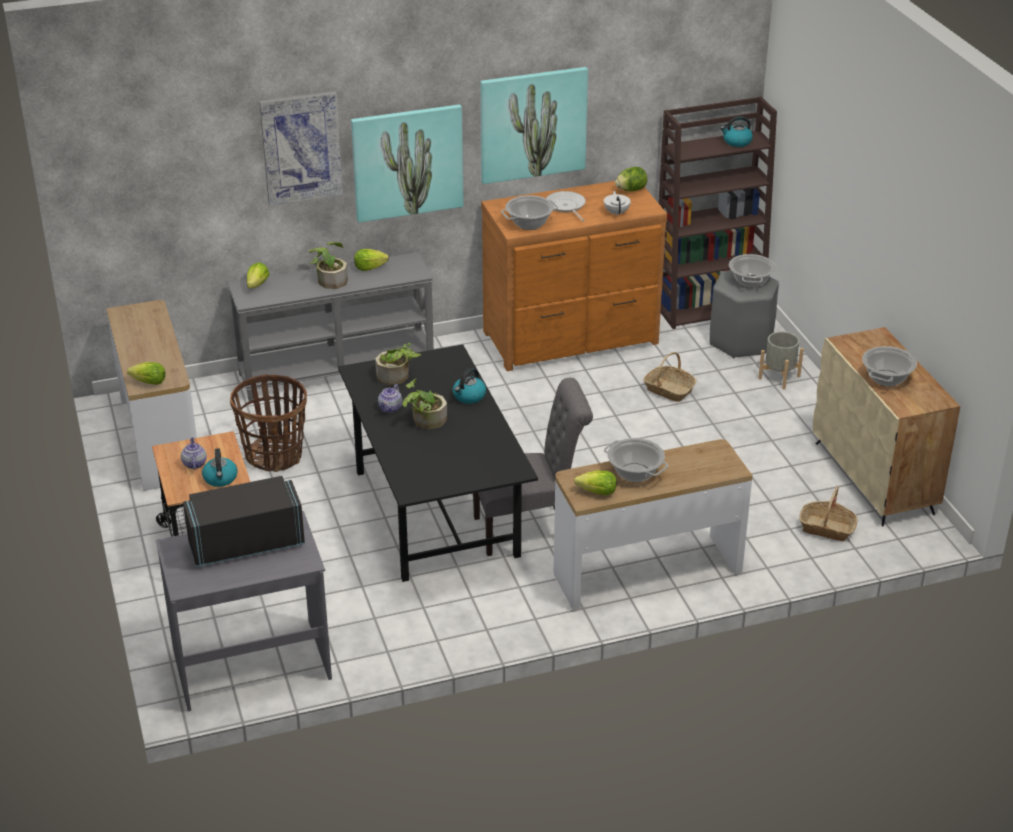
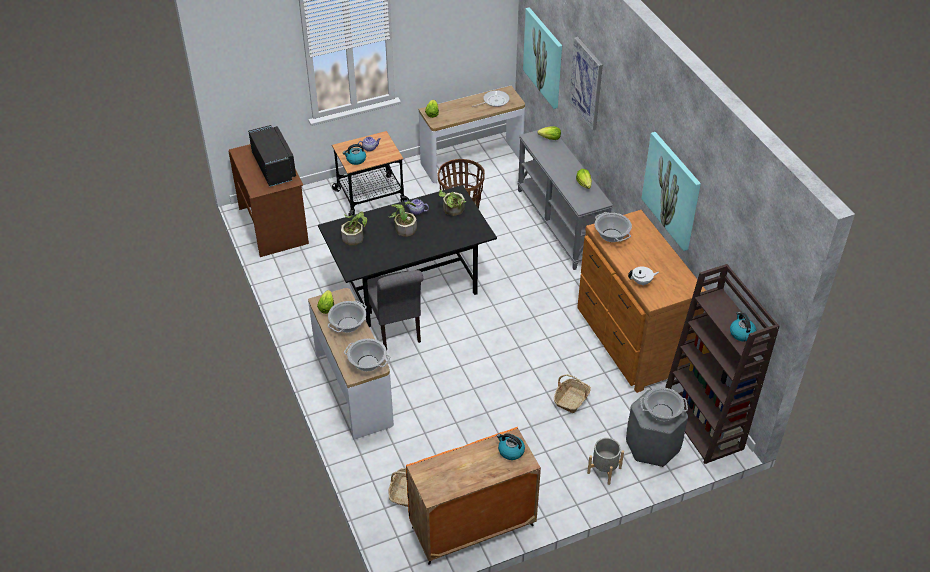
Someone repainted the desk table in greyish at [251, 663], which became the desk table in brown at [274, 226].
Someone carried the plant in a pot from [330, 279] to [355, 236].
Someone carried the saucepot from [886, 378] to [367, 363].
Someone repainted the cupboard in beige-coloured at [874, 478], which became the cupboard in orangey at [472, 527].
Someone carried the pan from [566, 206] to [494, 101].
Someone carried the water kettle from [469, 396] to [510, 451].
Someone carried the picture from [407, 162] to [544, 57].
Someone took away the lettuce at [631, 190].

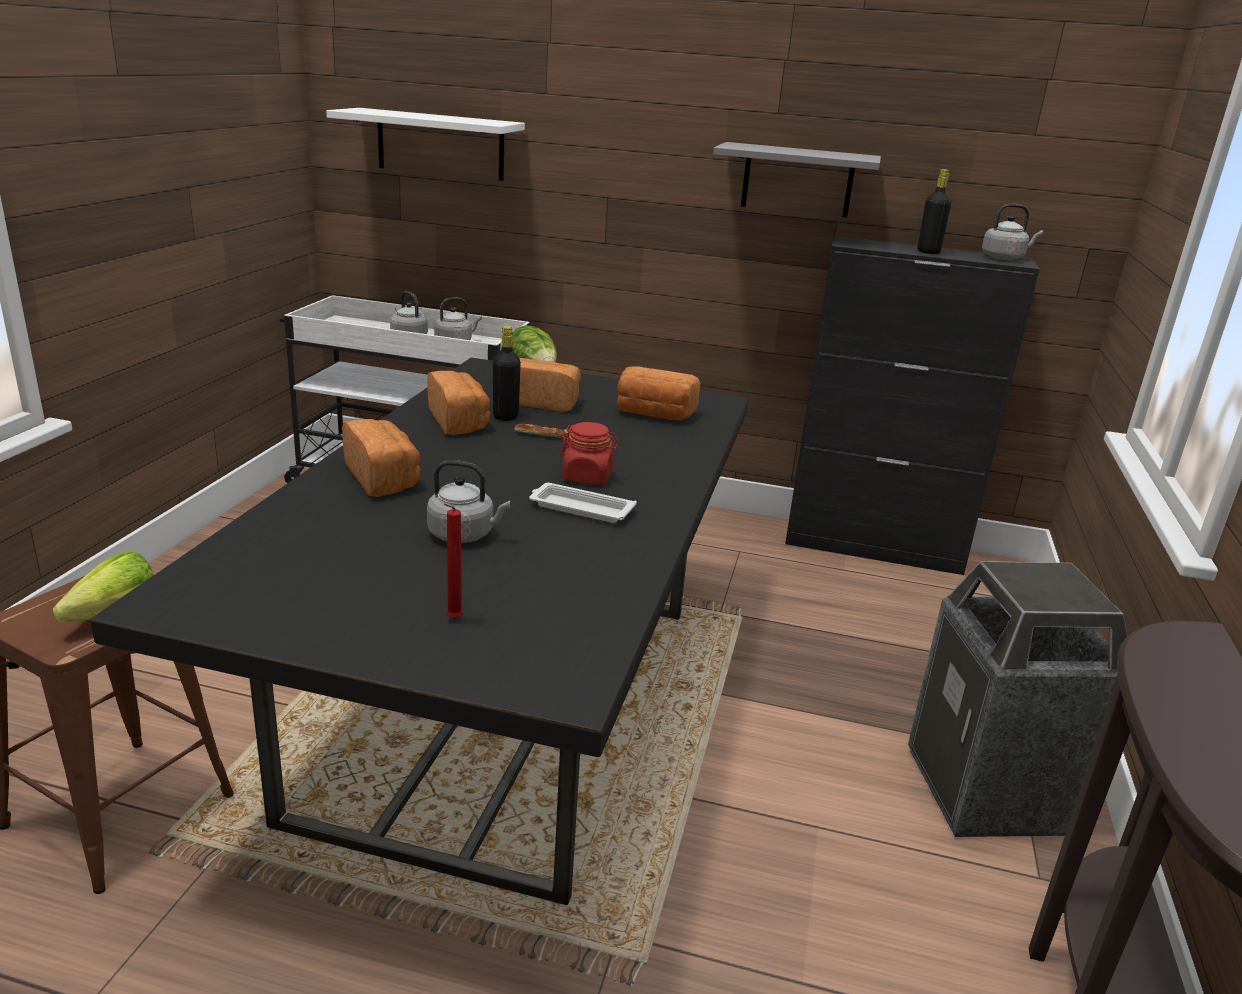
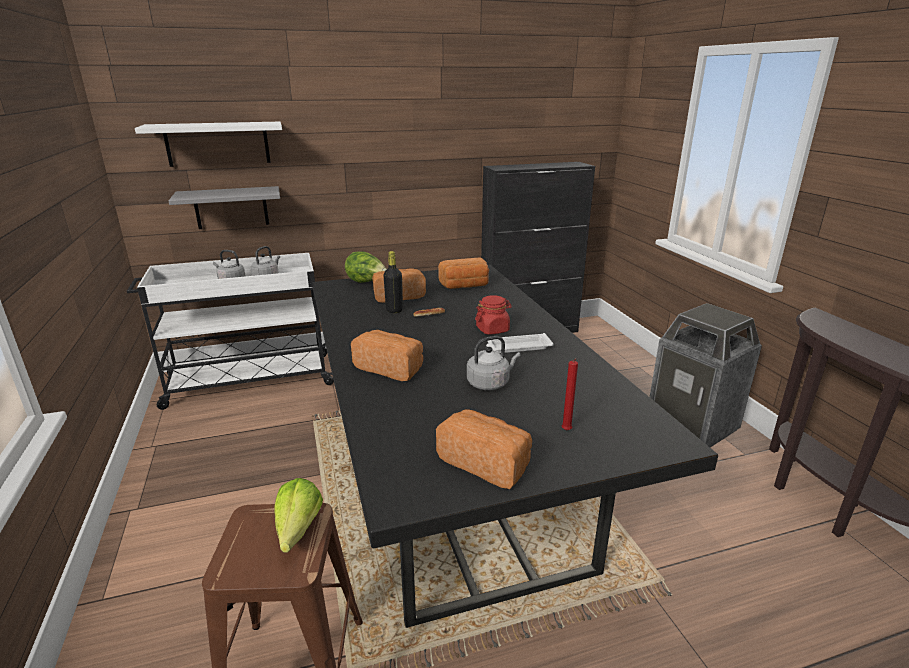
Someone carried the bracket shelf in greyish from [797, 180] to [231, 207].
Someone carried the baked bread from [459, 421] to [486, 463].
Someone took away the drink bottle in black at [928, 252].
Someone took away the water kettle in greyish at [1004, 258].

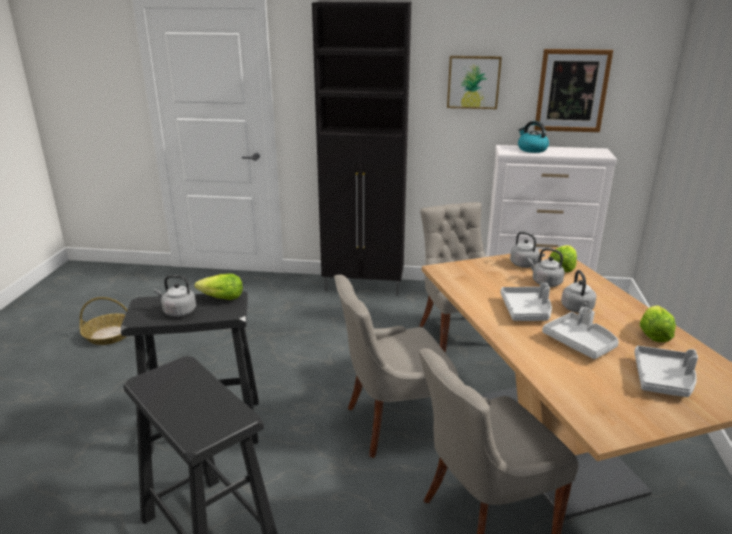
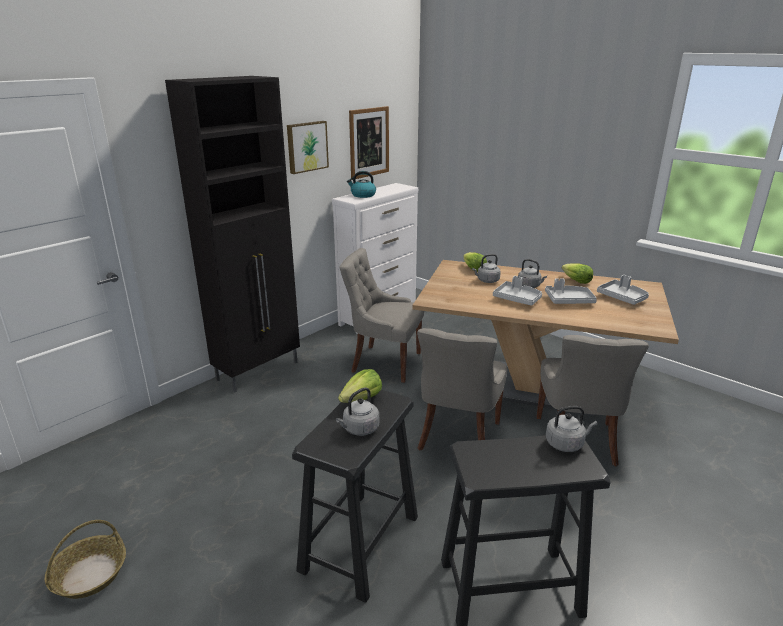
Someone carried the water kettle in greyish from [525, 265] to [566, 444].

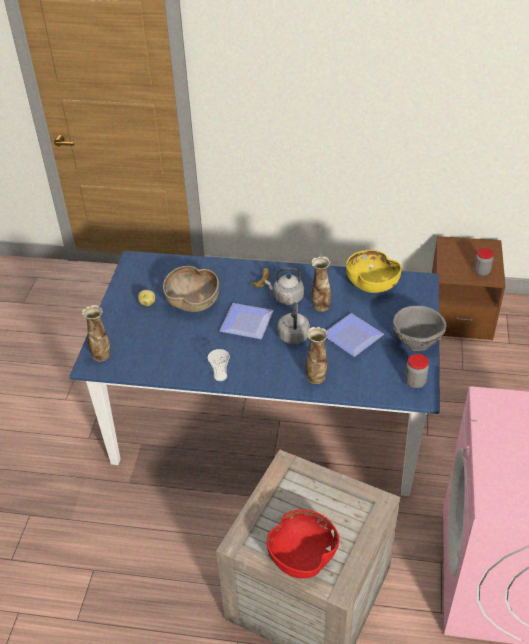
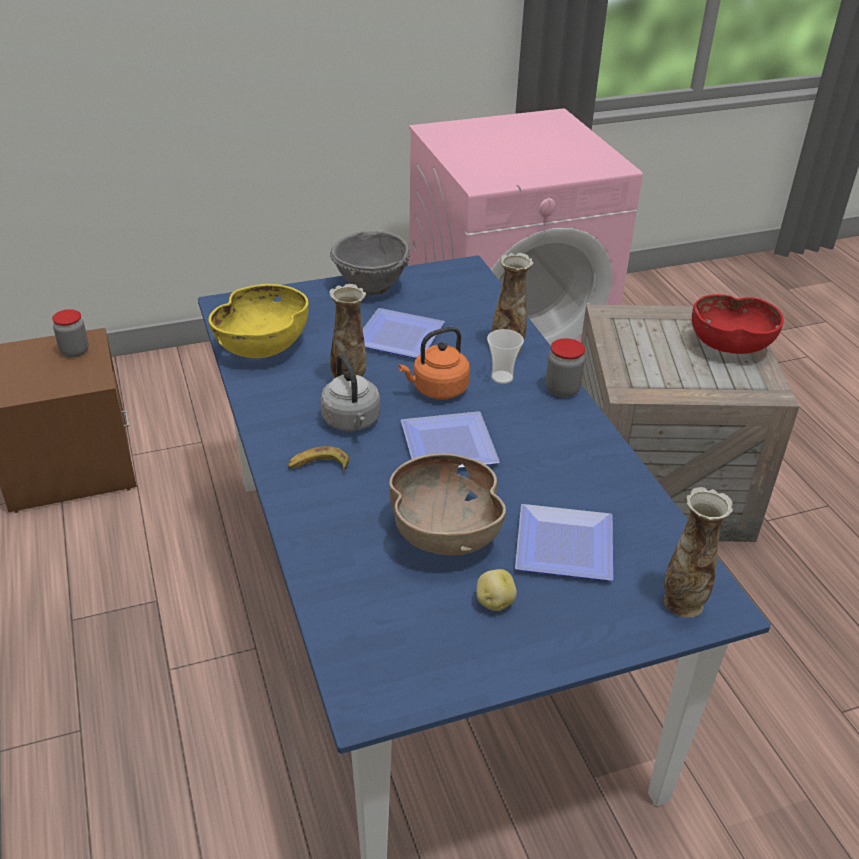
Someone repainted the water kettle in greyish at [293, 334], which became the water kettle in orangey at [437, 389].
Someone carried the cup from [220, 376] to [502, 377].
Someone put down the flat dish at [561, 543].
Someone carried the preserve jar from [415, 382] to [562, 389].

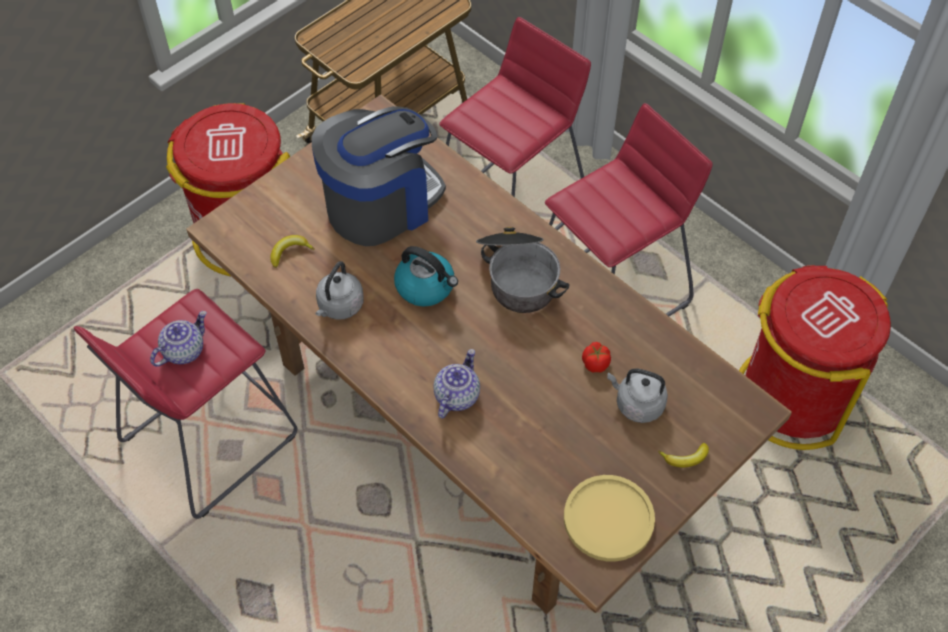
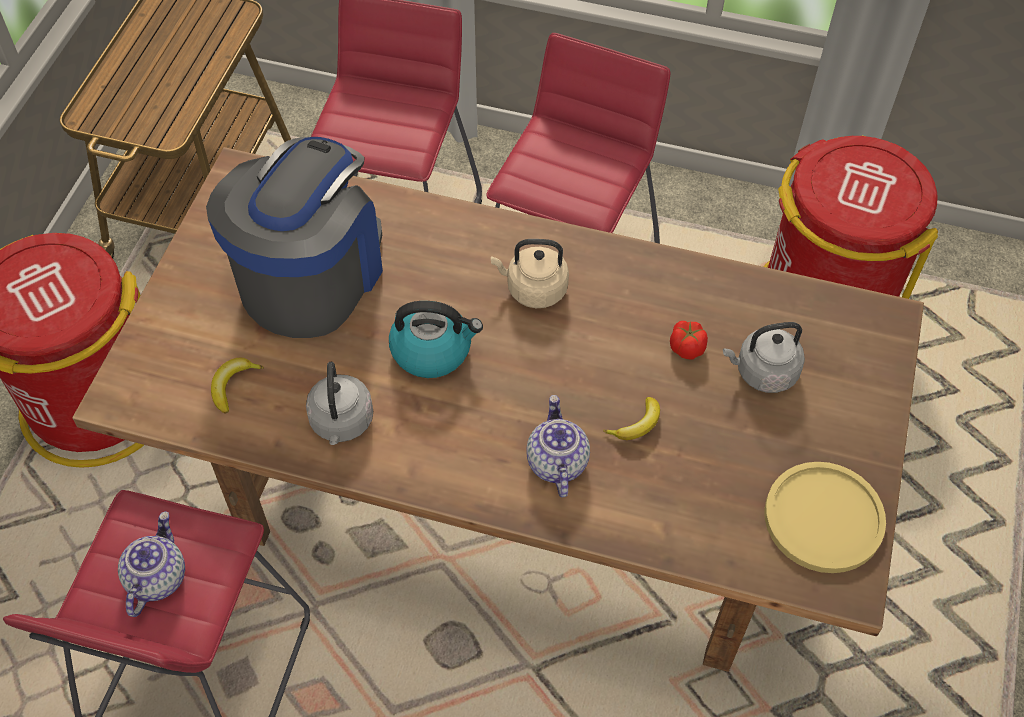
Someone swapped the saucepot at [518, 277] for the water kettle in beige-coloured at [533, 289].
Someone carried the banana fruit from [685, 458] to [637, 425].

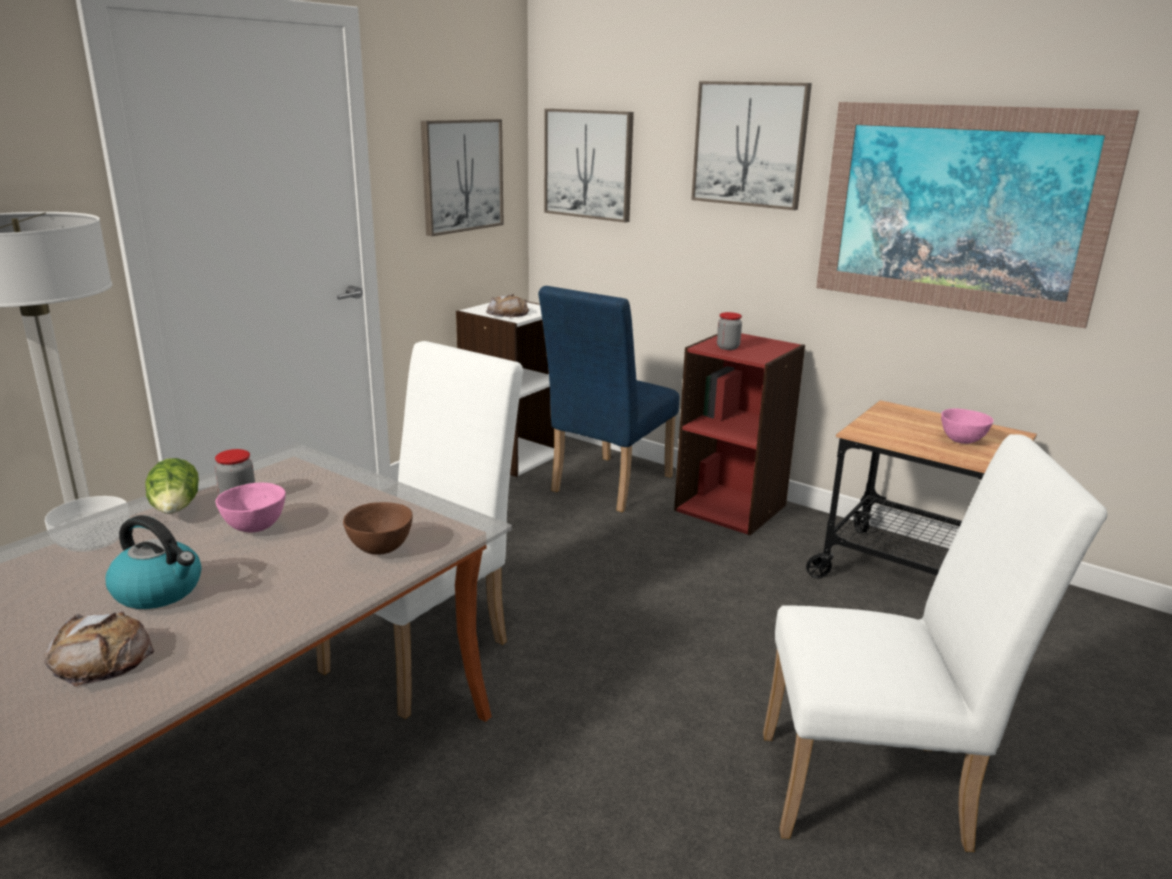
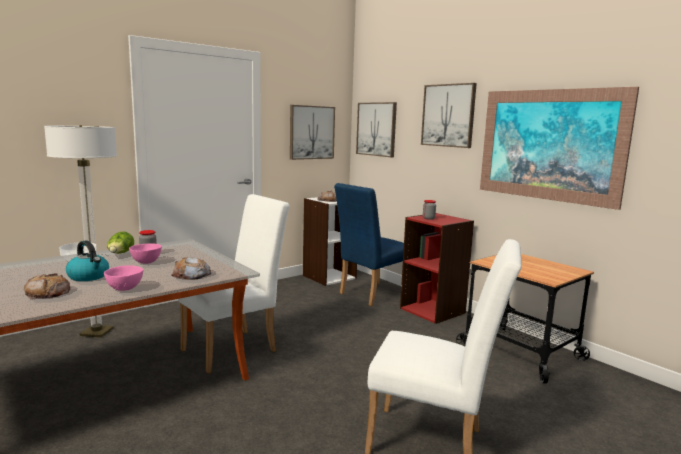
Someone carried the serving bowl in pink from [963, 441] to [125, 289].
Someone swapped the serving bowl in brown at [380, 549] for the baked bread at [191, 274].

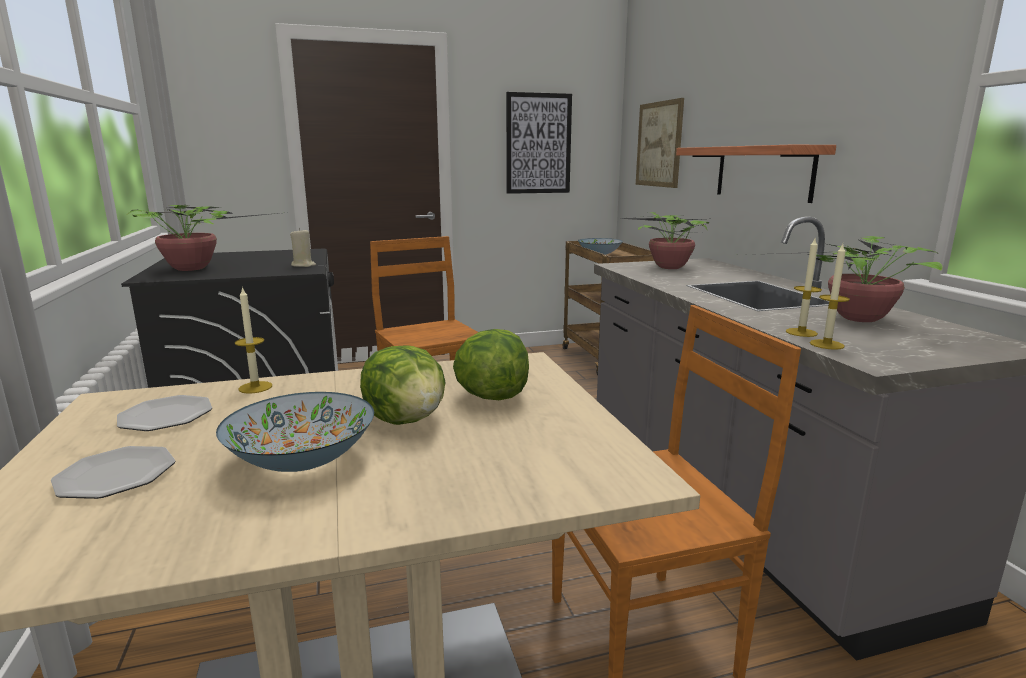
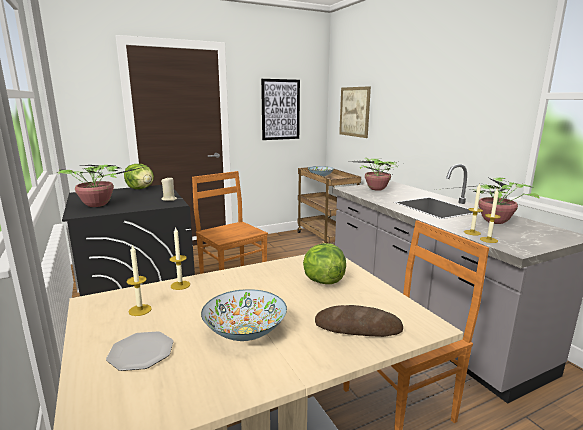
Someone carried the lettuce from [407, 419] to [141, 188].
Someone swapped the flat dish at [166, 416] for the wax candle at [140, 310].
Someone put down the baked bread at [358, 327].
Someone took away the bracket shelf at [763, 172].

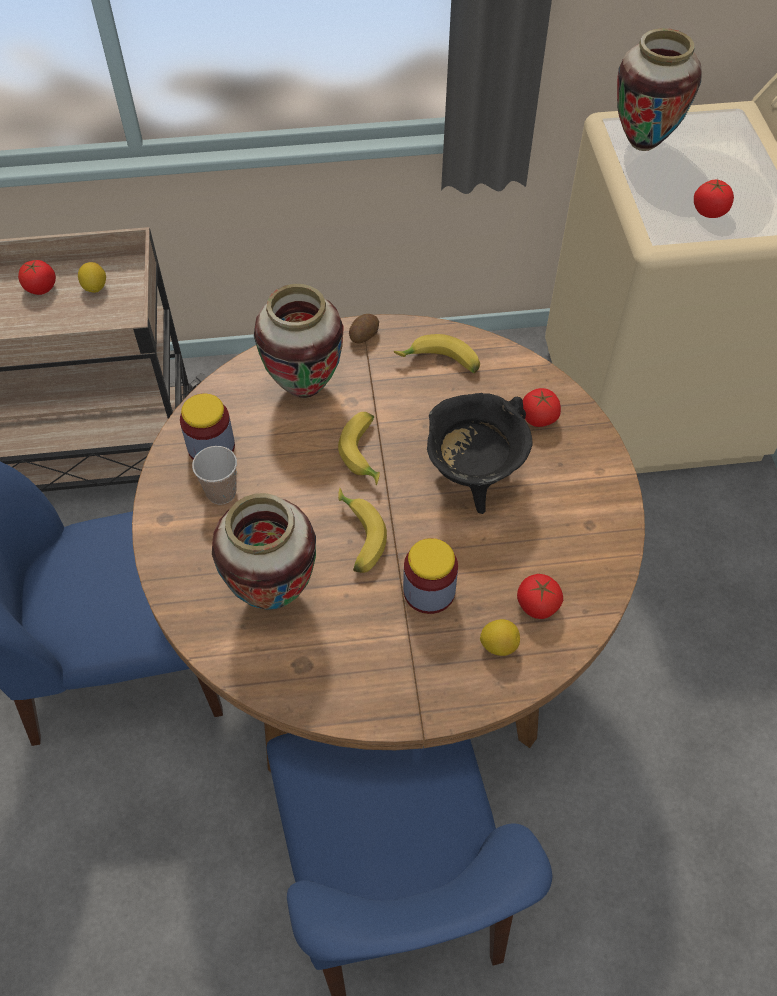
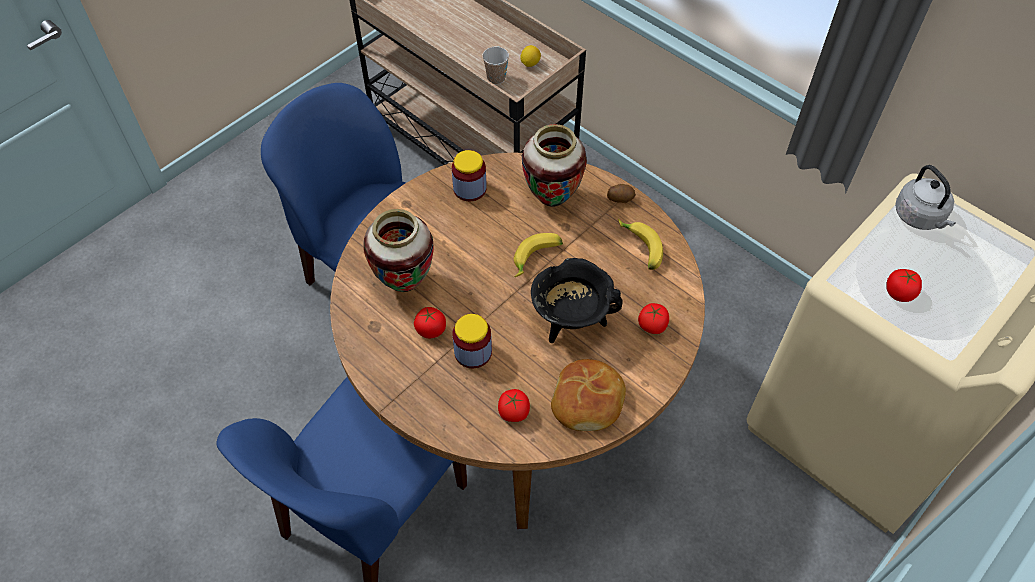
Someone carried the whole tomato from [41, 287] to [431, 329].
Someone carried the cup from [221, 492] to [496, 78].
Someone put down the baked bread at [588, 401].
Someone swapped the vase at [643, 143] for the water kettle in greyish at [920, 217].
Someone took away the banana fruit at [356, 537].
Someone took away the whole lemon at [498, 645].

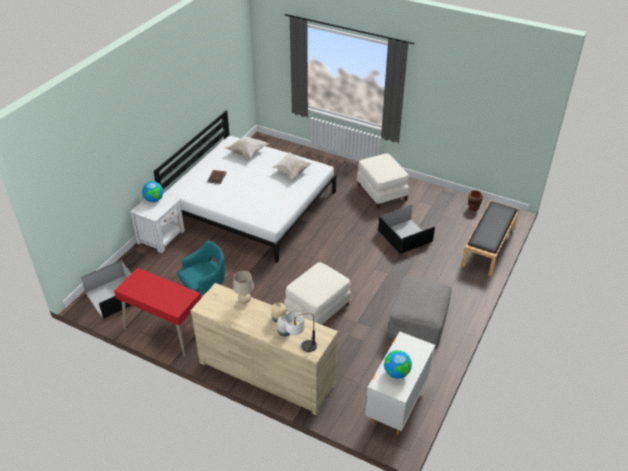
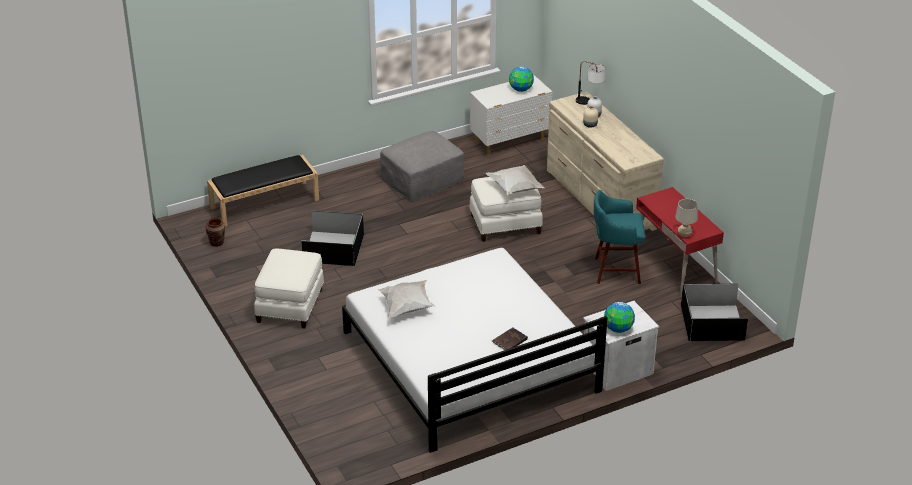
Someone carried the pillow in whitish from [246, 152] to [515, 189].
Someone carried the table lamp in beige-coloured from [244, 301] to [684, 235].

